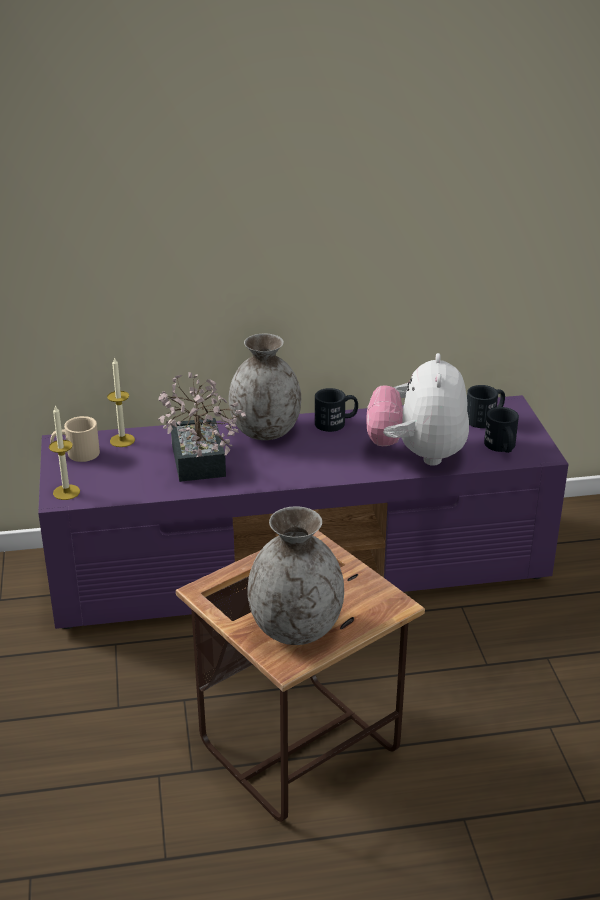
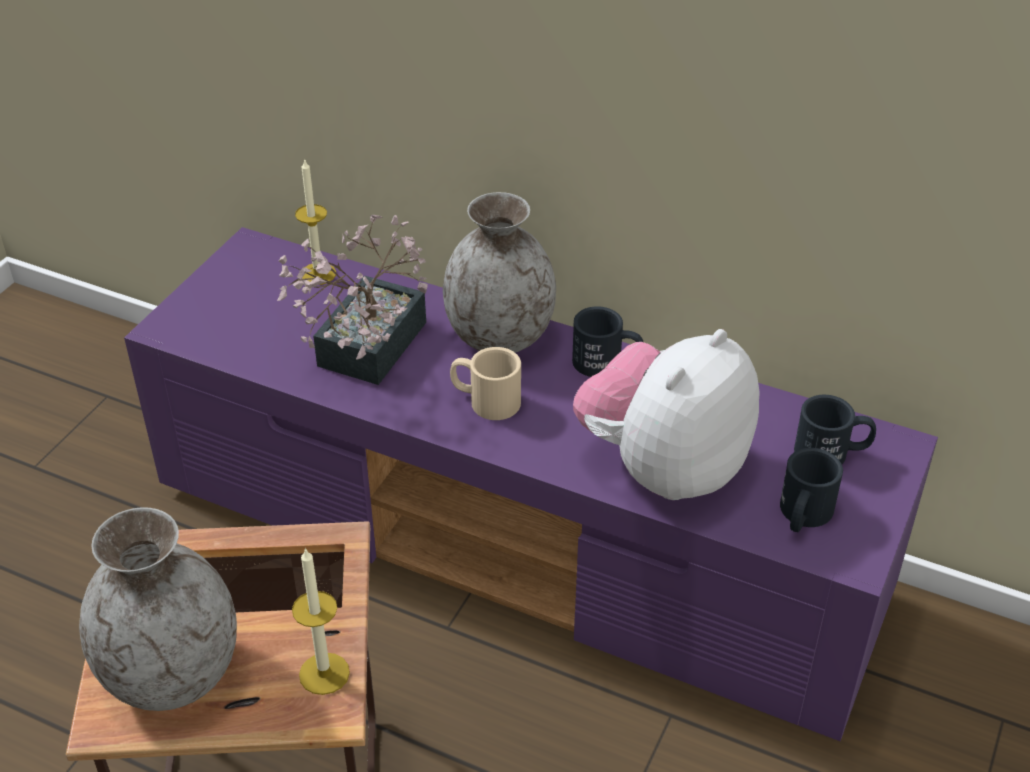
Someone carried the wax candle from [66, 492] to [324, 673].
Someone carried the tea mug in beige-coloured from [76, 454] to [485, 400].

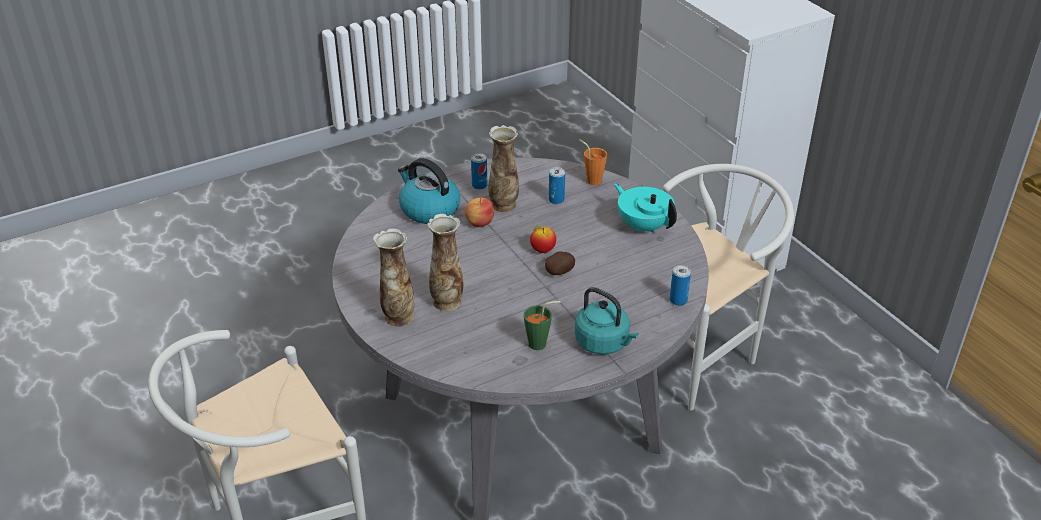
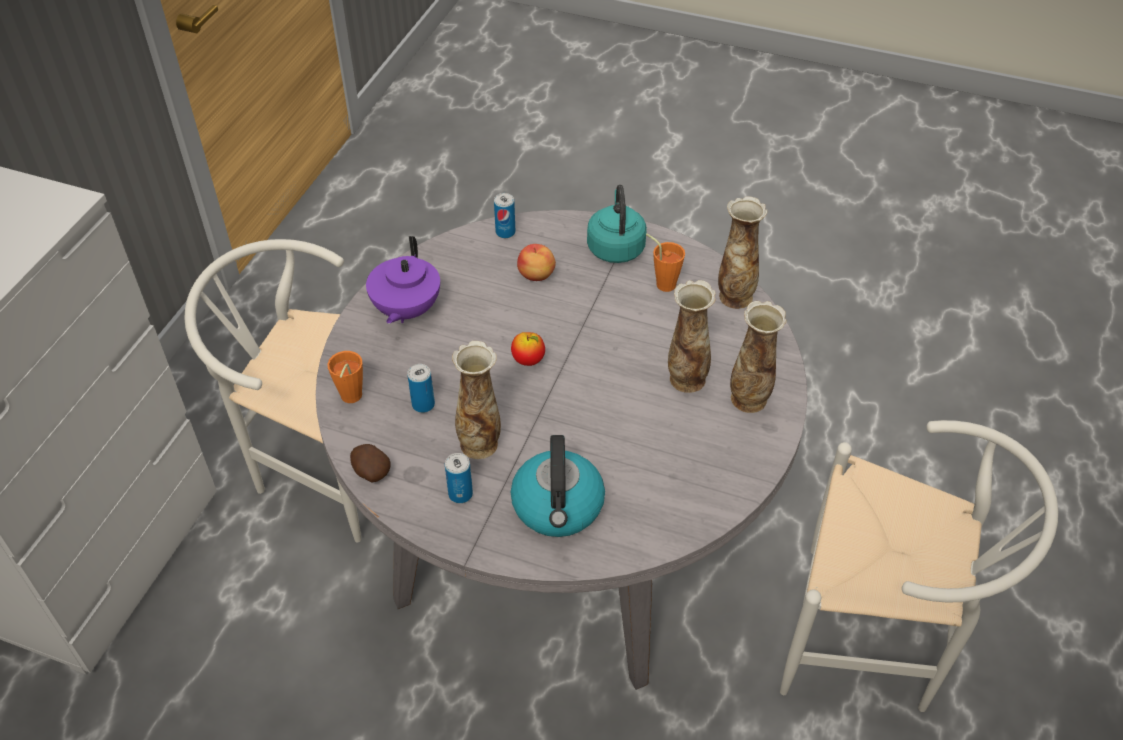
Someone carried the whole potato from [560, 272] to [370, 471].
Someone repainted the tea pot in turquoise-coloured at [643, 226], which became the tea pot in purple-coloured at [405, 310].
Someone carried the apple fruit from [479, 222] to [536, 275].
Someone repainted the cup in green-coloured at [541, 343], which became the cup in orangey at [662, 282].
Someone put down the vase at [735, 296].

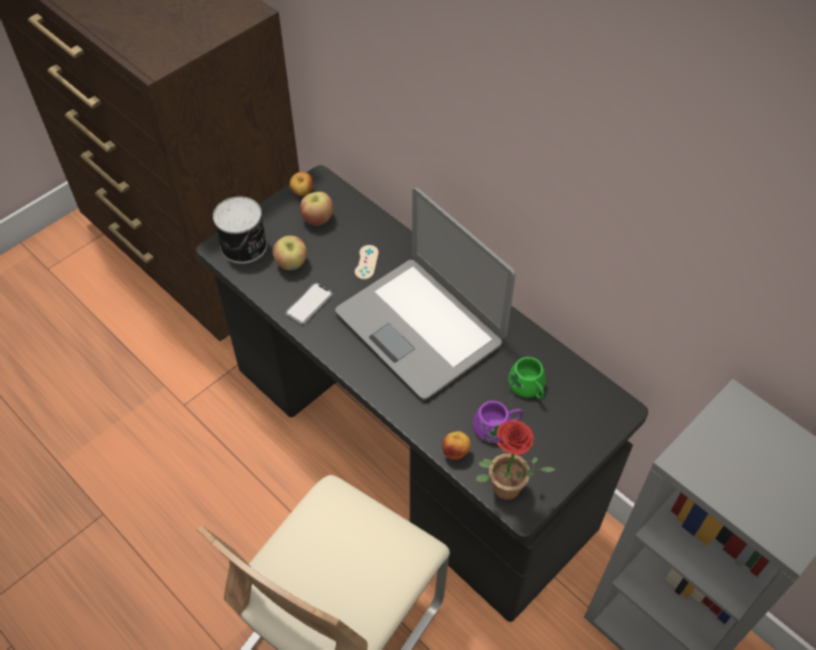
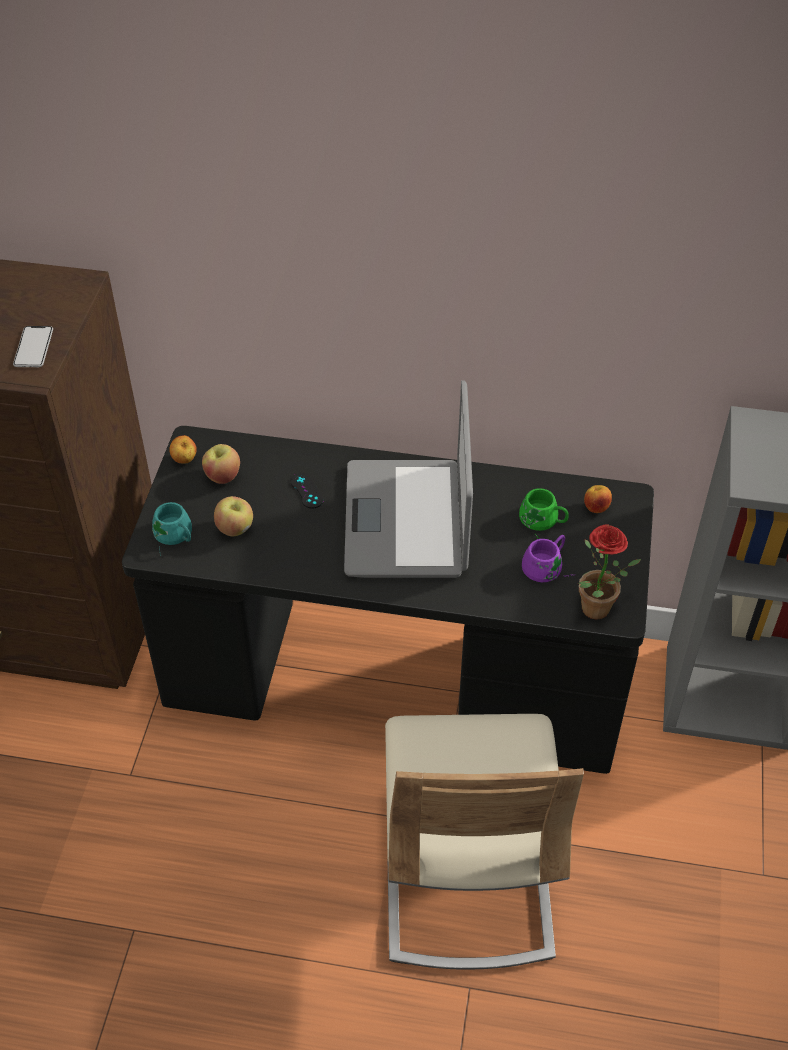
Someone carried the phone from [309, 304] to [33, 348].
Someone swapped the metal can at [245, 246] for the tea mug in turquoise-coloured at [172, 537].
Someone repainted the game controller in beige-coloured at [366, 262], which became the game controller in black at [306, 491].
Someone rotated the laptop at [420, 327] by 75 degrees clockwise.
Someone carried the apple fruit from [455, 452] to [596, 508].

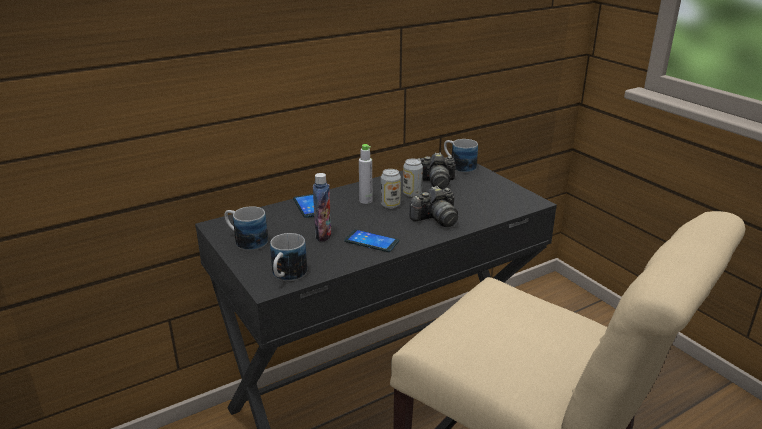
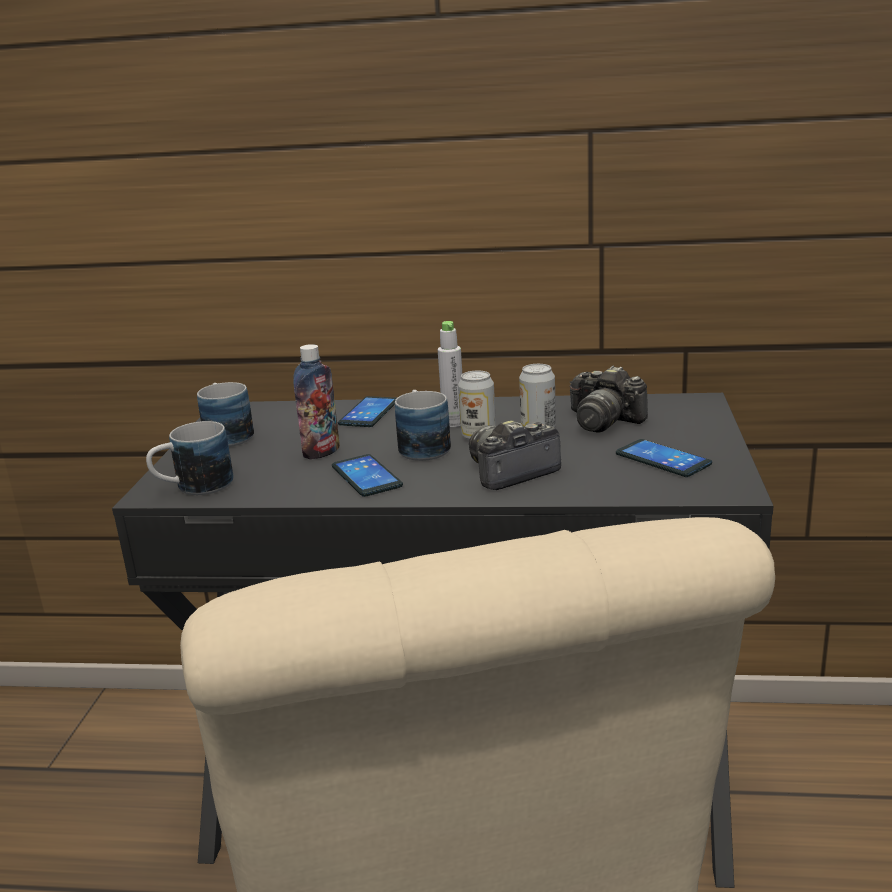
Someone carried the tea mug from [458, 166] to [422, 446].
Someone rotated the still camera at [436, 219] by 135 degrees clockwise.
Someone put down the phone at [663, 459].

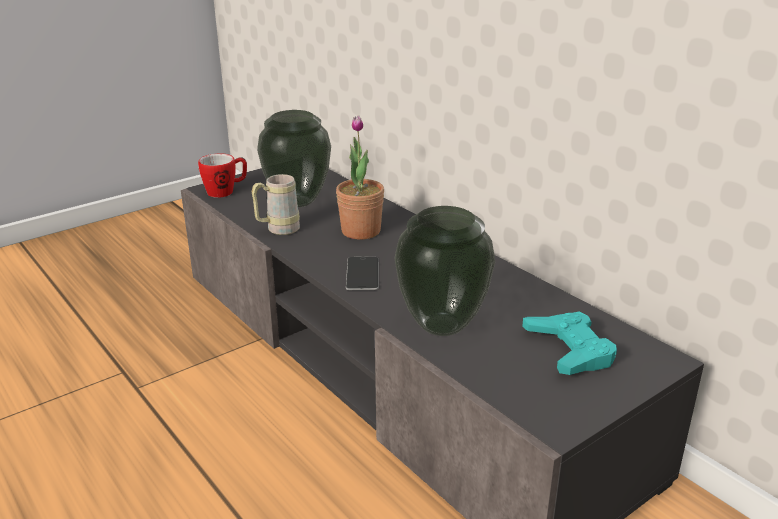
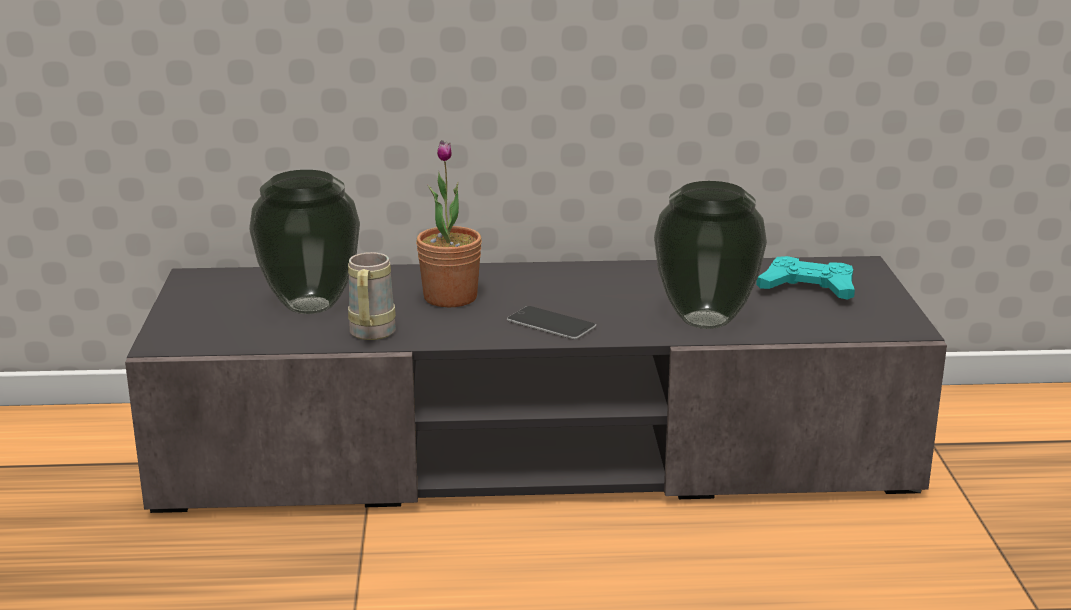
Someone took away the tea mug at [226, 191].

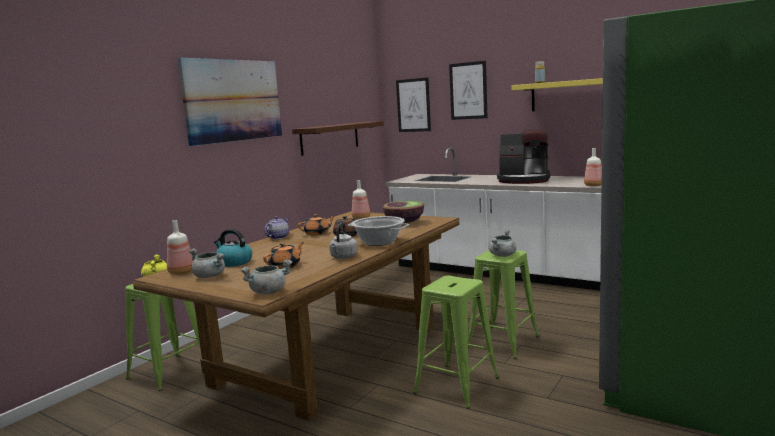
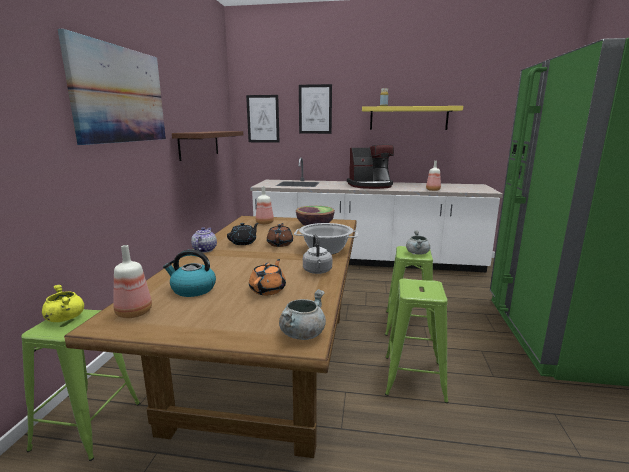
Someone repainted the tea pot in orangey at [317, 233], which became the tea pot in black at [244, 242].
Someone took away the saucepot in greyish at [210, 276].

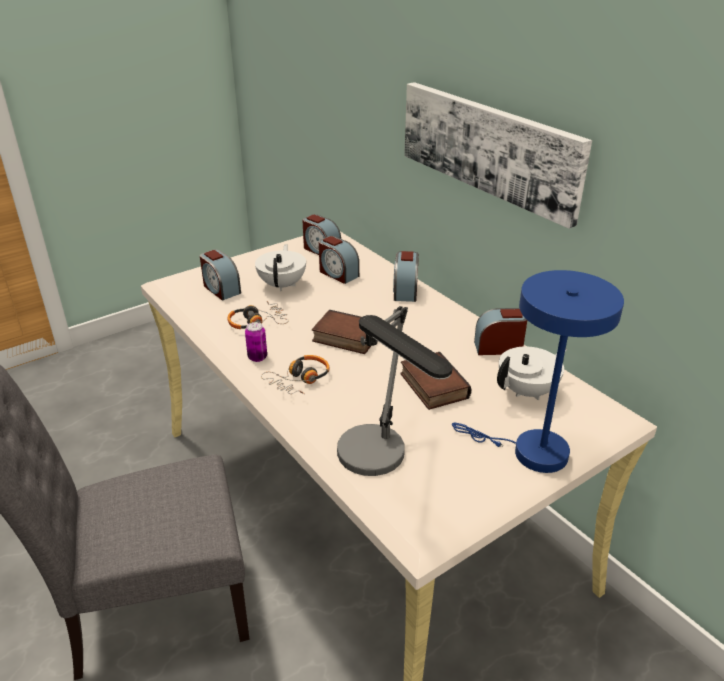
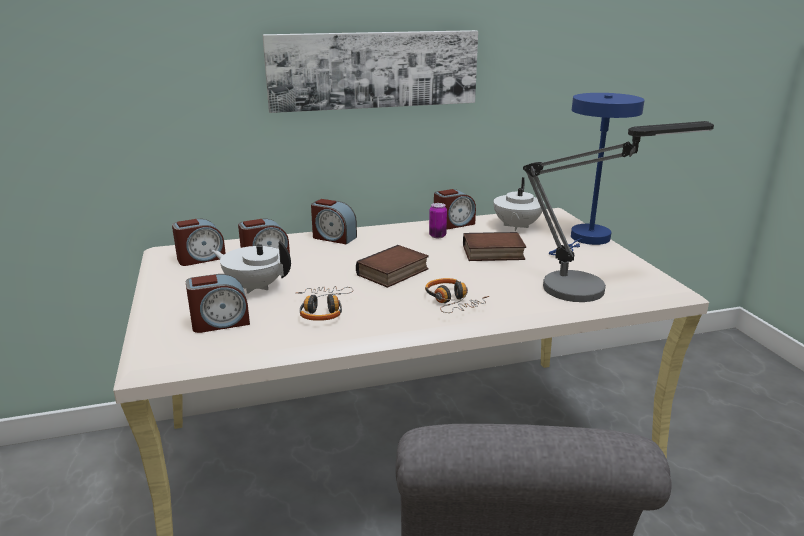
Someone carried the metal can from [257, 357] to [437, 236].
Someone rotated the bedside clock at [498, 347] by 135 degrees counterclockwise.
Someone rotated the tea pot in whitish at [528, 391] by 150 degrees counterclockwise.

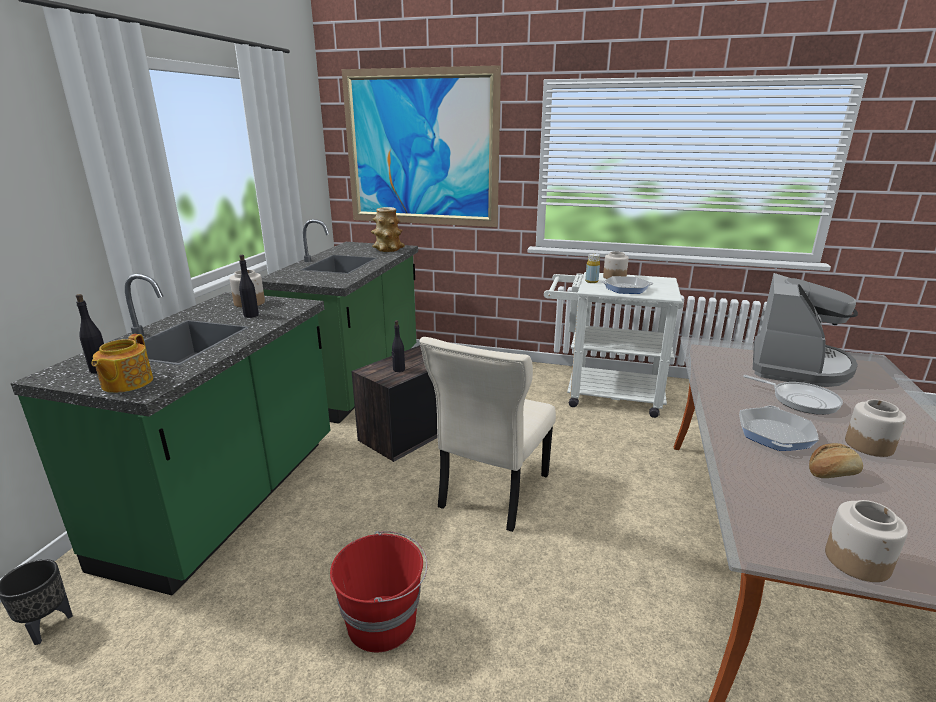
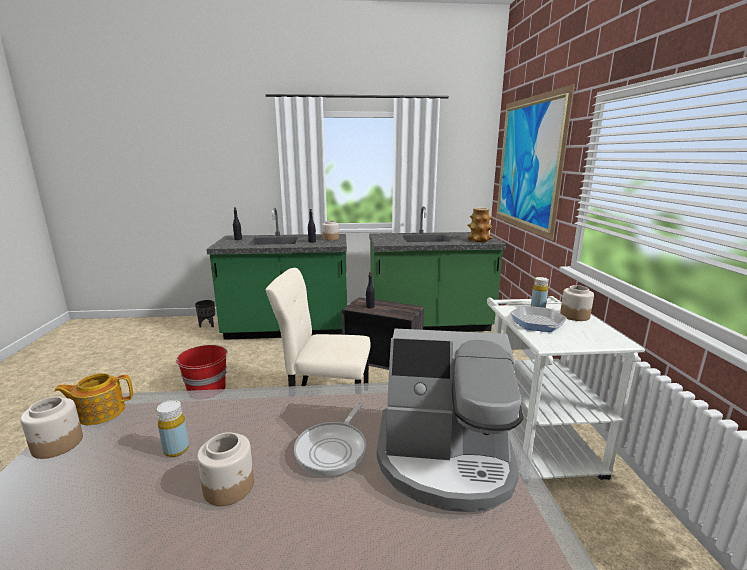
Someone carried the tea pot from [126, 383] to [100, 412].
Someone swapped the baked bread at [831, 473] for the drink bottle in yellow-coloured at [176, 449].
Someone took away the pan at [774, 434].

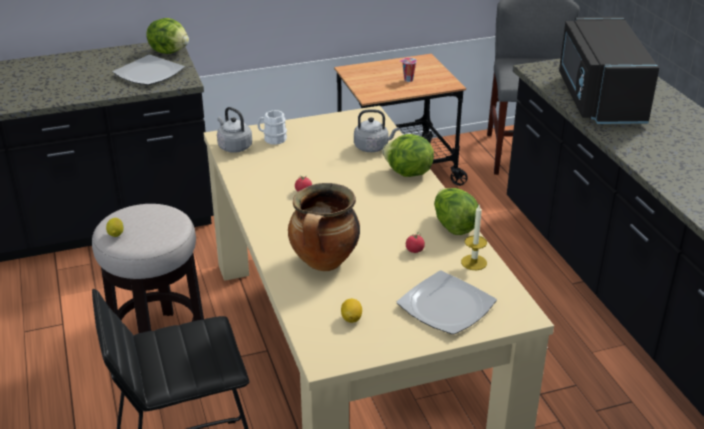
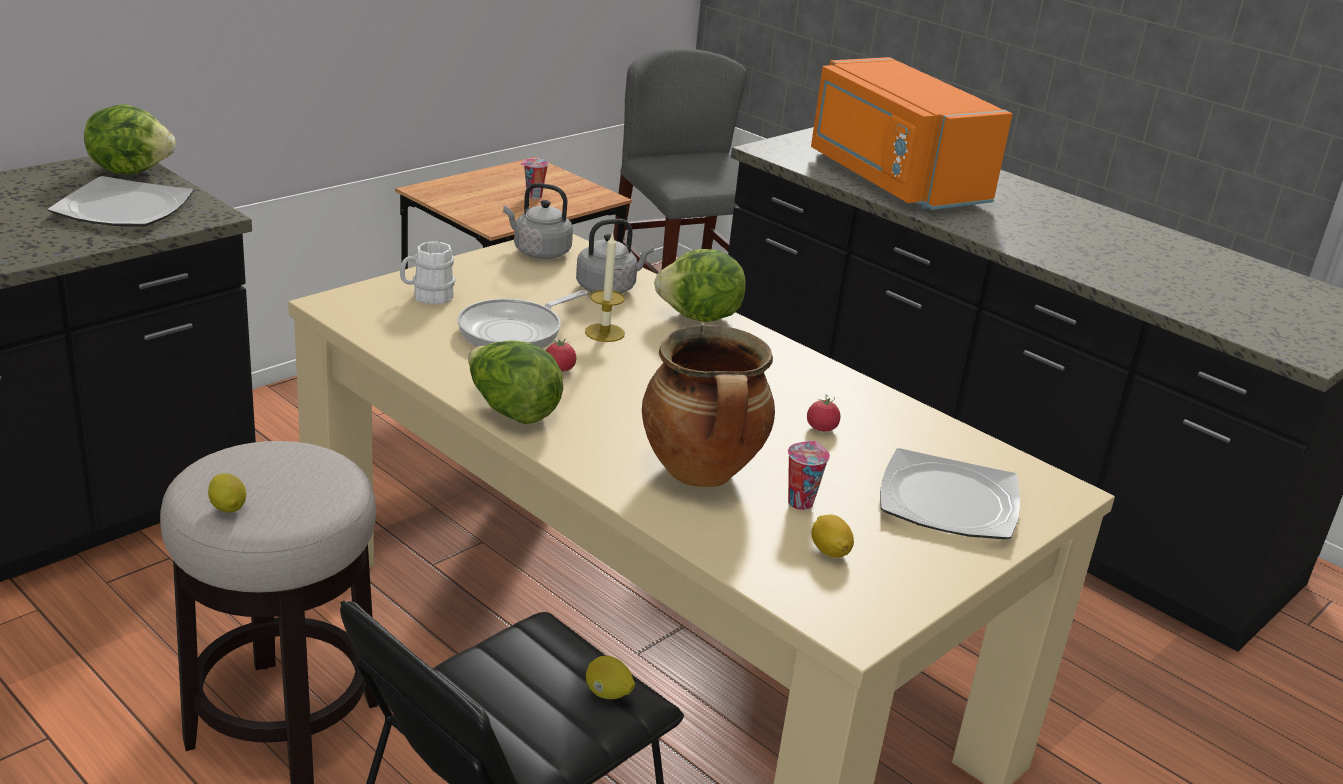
Someone put down the pan at [515, 331].
Someone carried the lettuce from [453, 226] to [511, 411].
Someone carried the water kettle in greyish from [234, 146] to [539, 252].
Someone carried the wax candle from [474, 262] to [604, 333].
Someone put down the whole lemon at [607, 694].
Someone put down the cup at [800, 501].
Someone repainted the microwave oven in black at [598, 99], which became the microwave oven in orangey at [892, 180].

